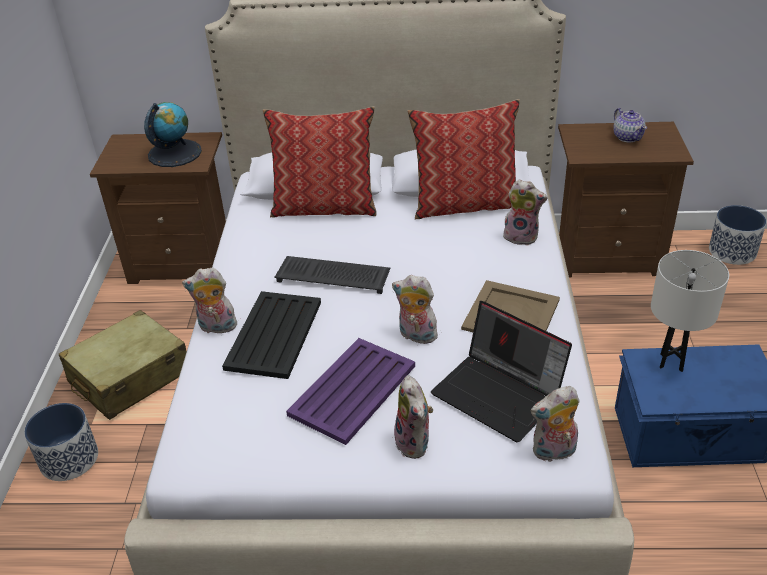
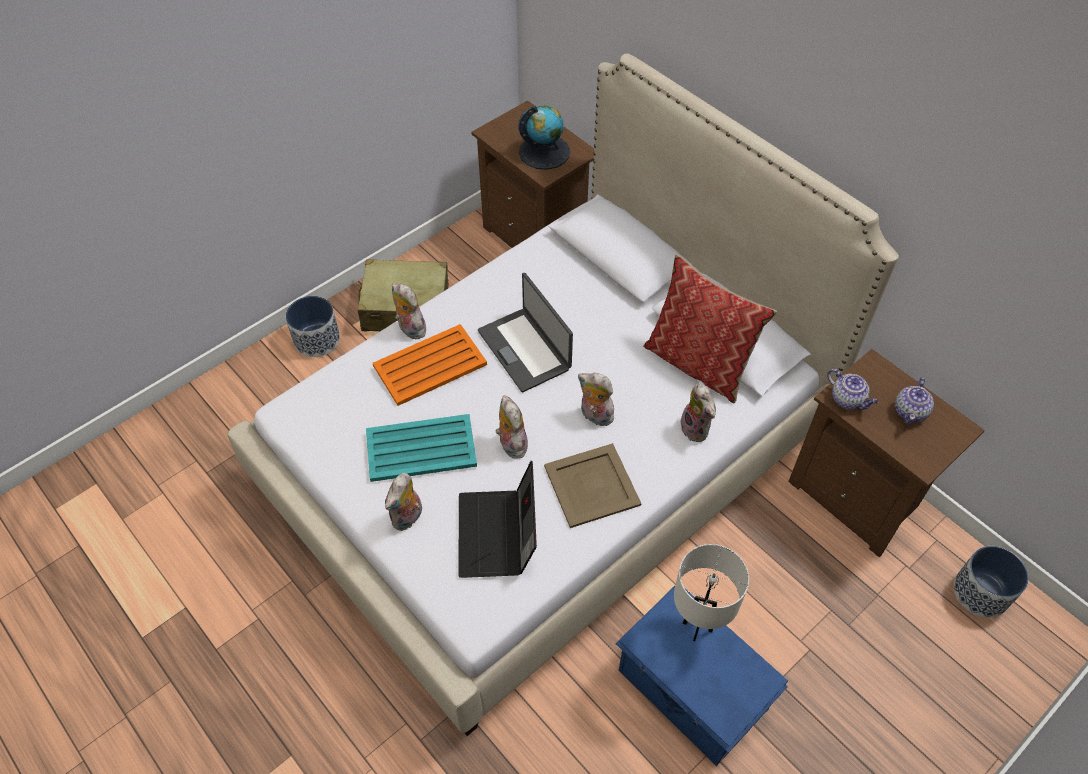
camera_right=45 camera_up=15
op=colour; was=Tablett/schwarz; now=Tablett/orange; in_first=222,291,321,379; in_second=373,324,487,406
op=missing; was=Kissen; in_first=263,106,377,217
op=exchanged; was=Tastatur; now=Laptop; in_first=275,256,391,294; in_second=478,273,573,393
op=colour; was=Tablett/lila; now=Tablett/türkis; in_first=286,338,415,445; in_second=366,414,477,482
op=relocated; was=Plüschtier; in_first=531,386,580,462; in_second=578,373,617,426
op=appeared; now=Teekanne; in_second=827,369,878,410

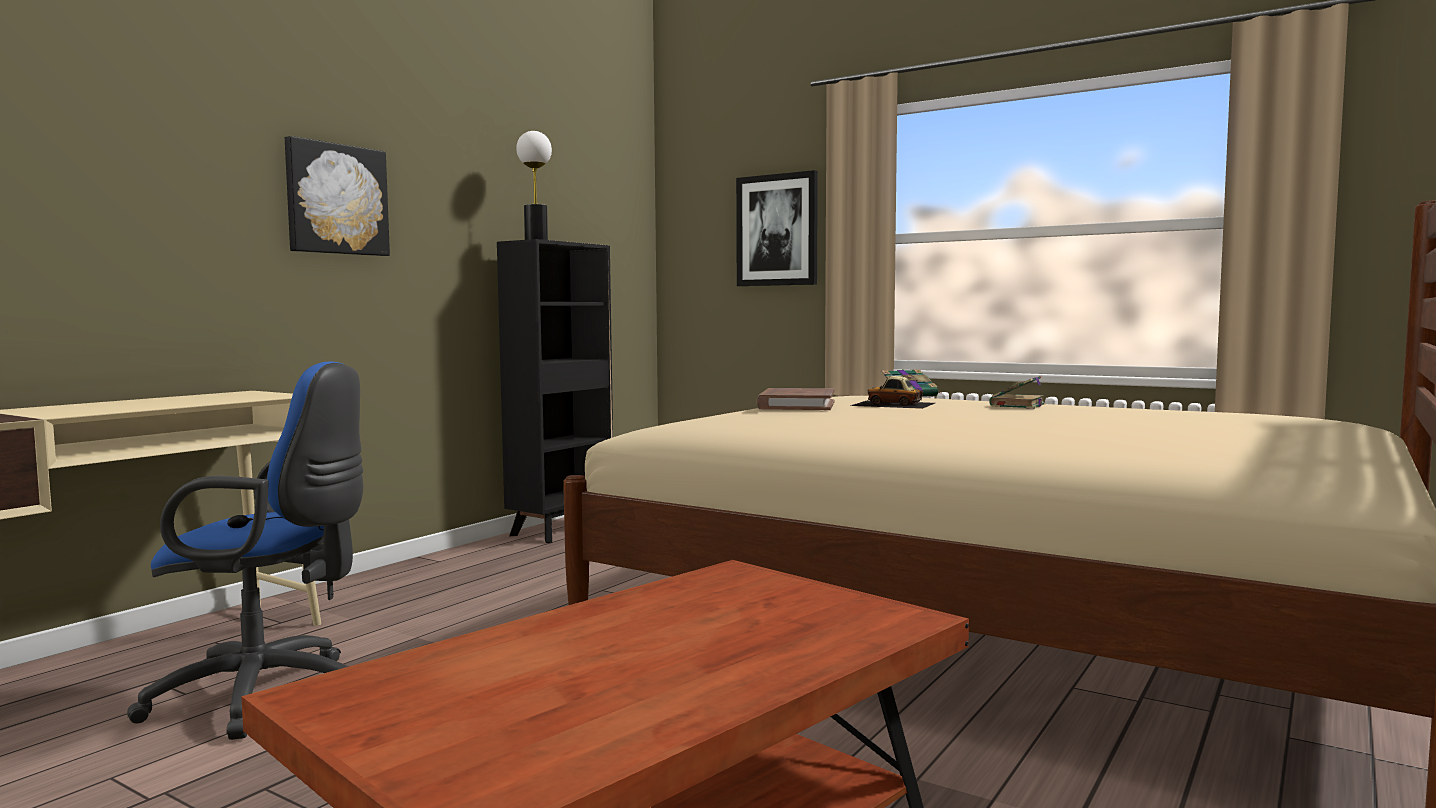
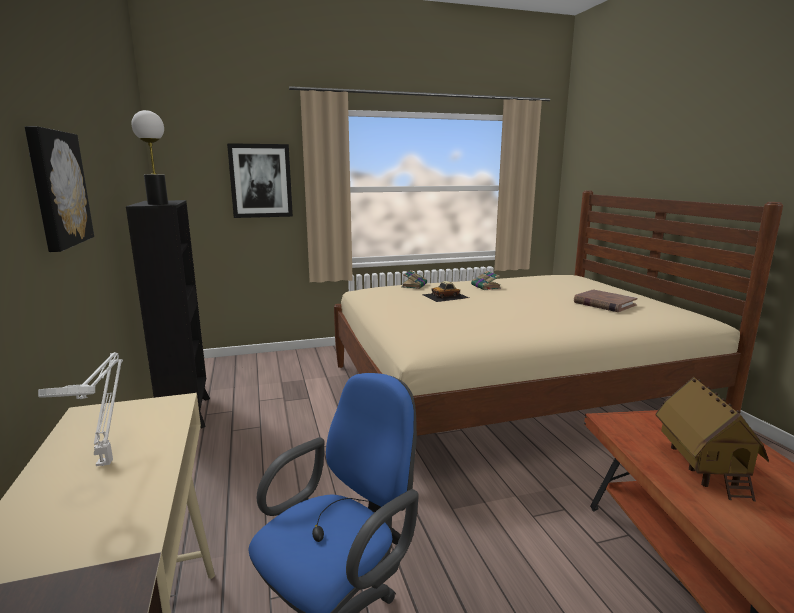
camera_right=-50 camera_up=10
op=relocated; was=Buch/braun; in_first=756,388,835,410; in_second=574,289,637,312
op=appeared; now=Tischlampe/weiß; in_second=38,352,123,466
op=appeared; now=Spielzeughaus; in_second=656,377,769,501

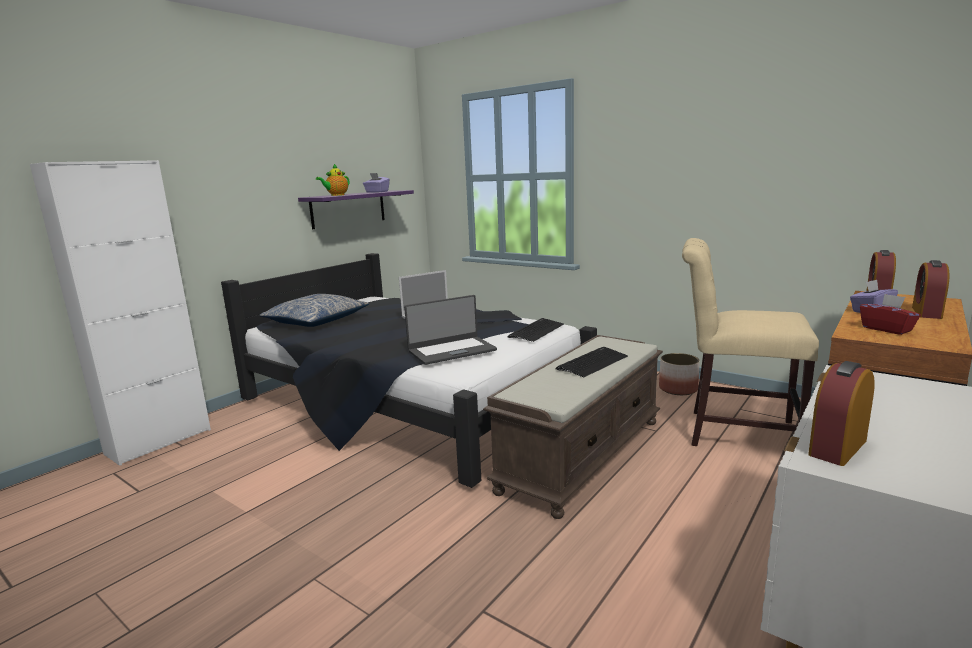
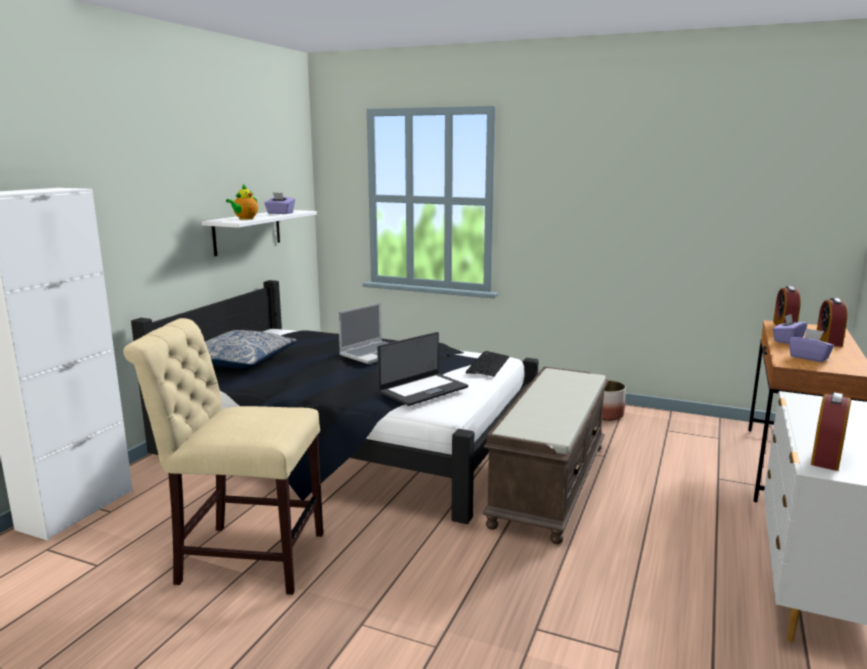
camera_right=-15 camera_up=0
op=colour; was=Wandregal/lila; now=Wandregal/weiß; in_first=298,190,414,229; in_second=202,210,317,256
op=missing; was=Tastatur; in_first=556,347,628,377
op=relocated; was=Stuhl/beige; in_first=682,238,819,446; in_second=123,318,323,595
op=colour; was=Taschentuchbox/rot; now=Taschentuchbox/lila; in_first=860,294,921,335; in_second=788,328,834,362

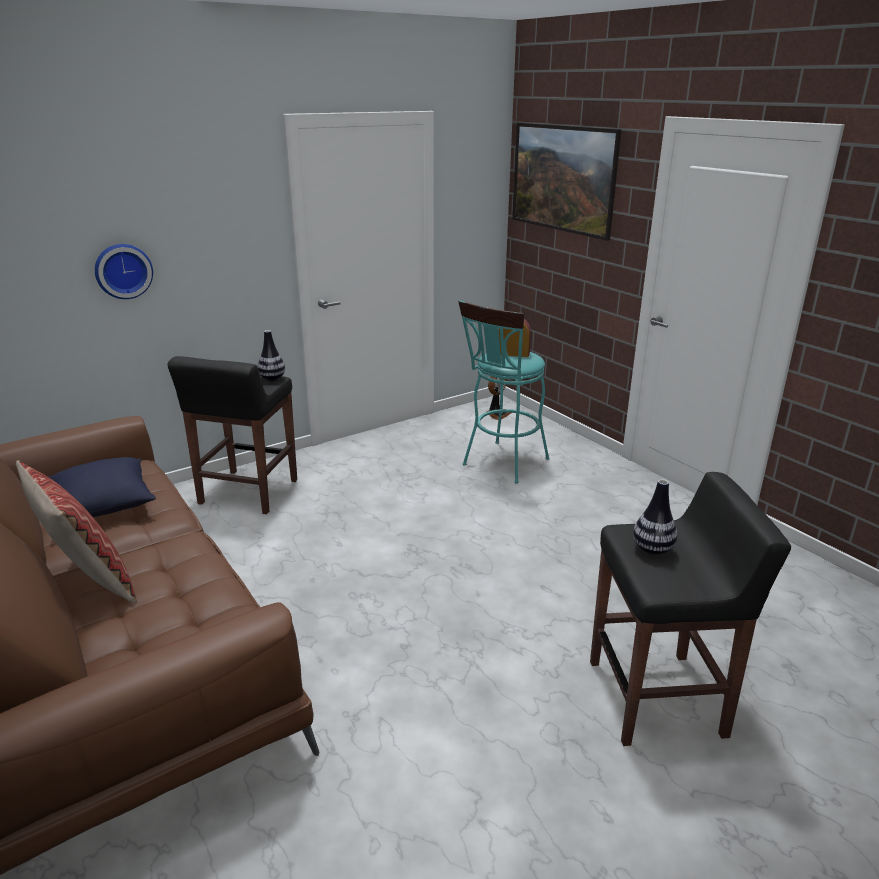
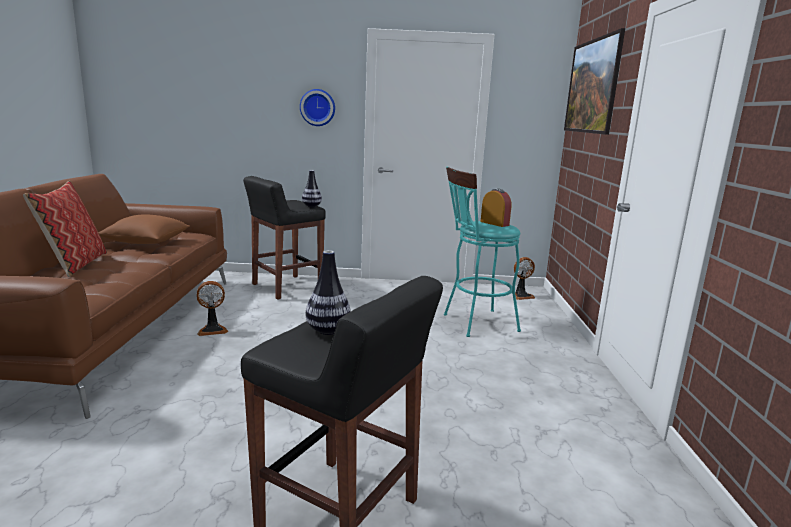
camera_right=35 camera_up=-10
op=colour; was=Kissen/blau; now=Kissen/braun; in_first=49,457,156,517; in_second=98,214,190,244
op=relocated; was=Wanduhr; in_first=95,244,153,299; in_second=300,89,335,126
op=appeared; now=Ventilator; in_second=197,281,228,336

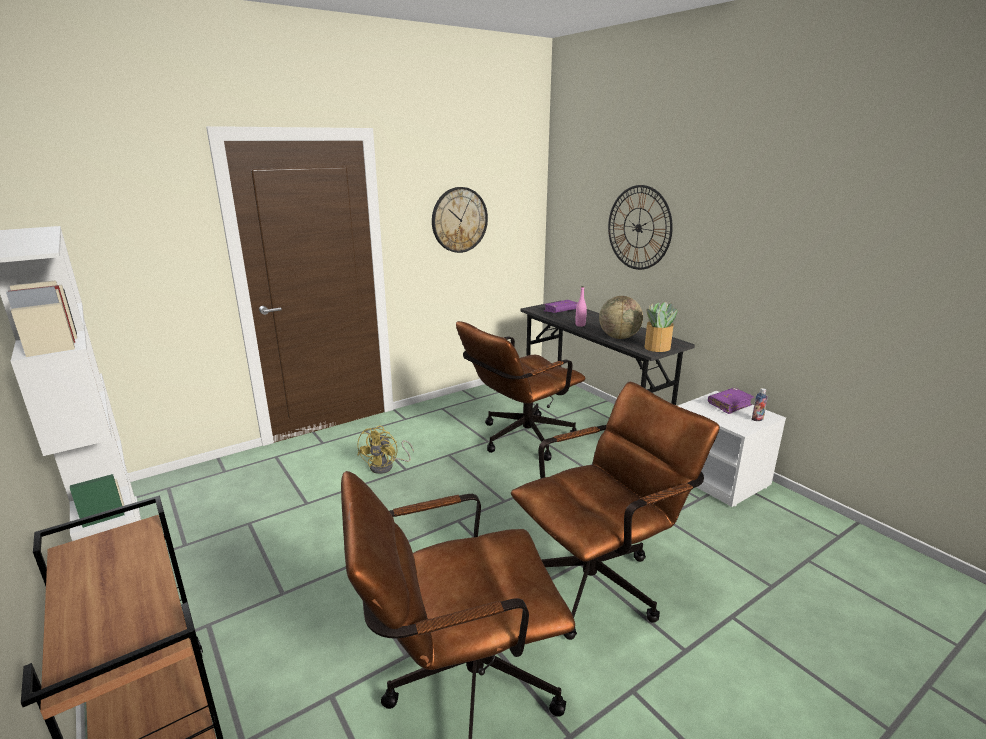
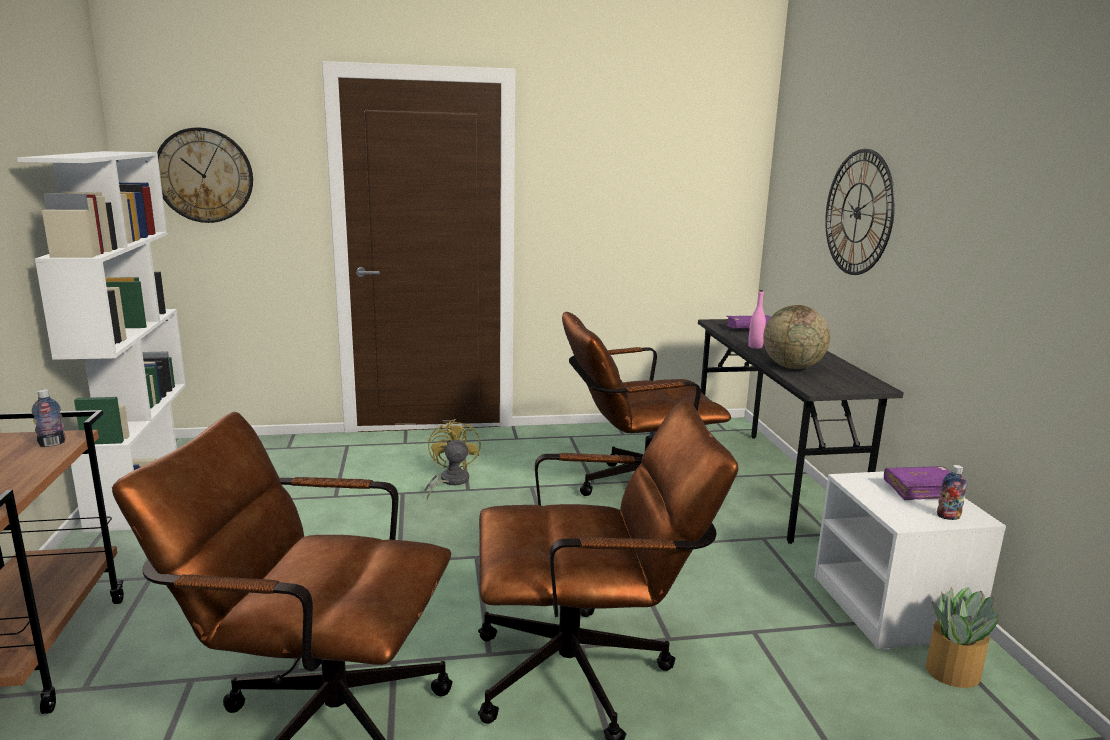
camera_right=25 camera_up=-5
op=spun; was=Ventilator/gelb; in_first=357,426,414,474; in_second=424,419,481,500; clockwise=135
op=relocated; was=Wanduhr; in_first=432,187,488,253; in_second=157,127,253,223
op=relocated; was=Topfpflanze; in_first=644,302,678,352; in_second=926,587,999,688
op=appeared; now=Flasche; in_second=32,389,66,447

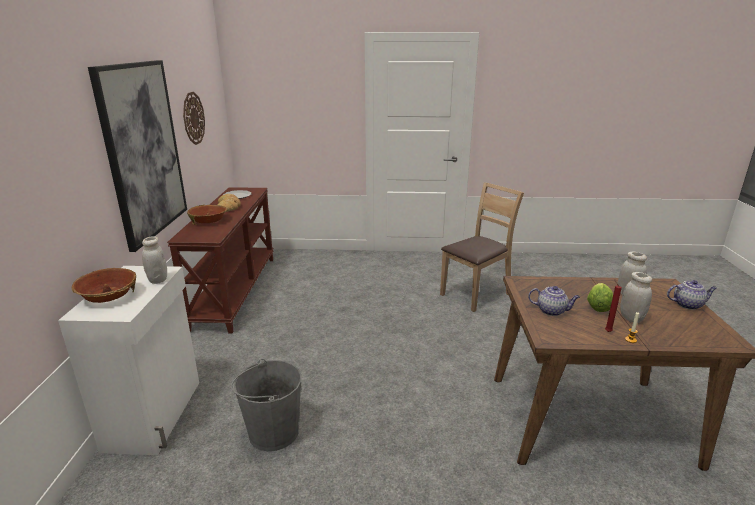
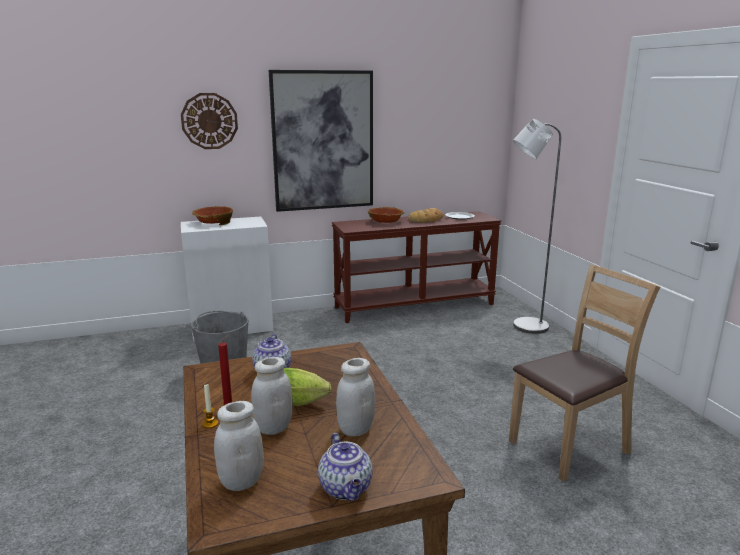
camera_right=70 camera_up=-5
op=relocated; was=Vorratsglas/weiß; in_first=142,236,167,284; in_second=214,401,264,491
op=relocated; was=Wanduhr; in_first=183,92,205,145; in_second=181,93,238,149
op=spun; was=Stuhl/braun; in_first=440,182,524,312; in_second=509,264,660,482; clockwise=-60
op=appeared; now=Stehlampe/grau; in_second=513,119,561,334

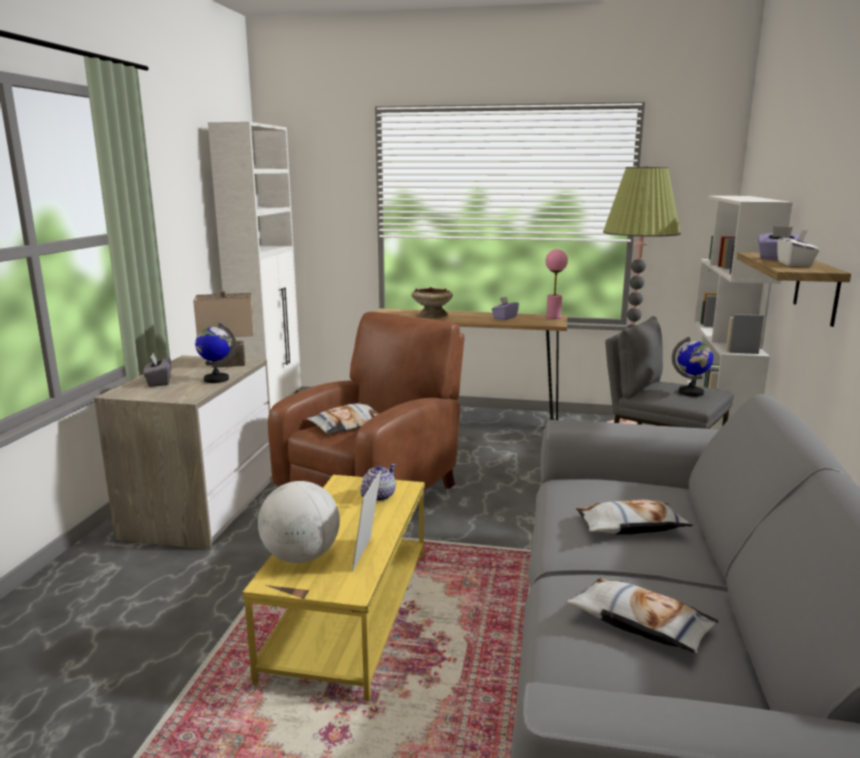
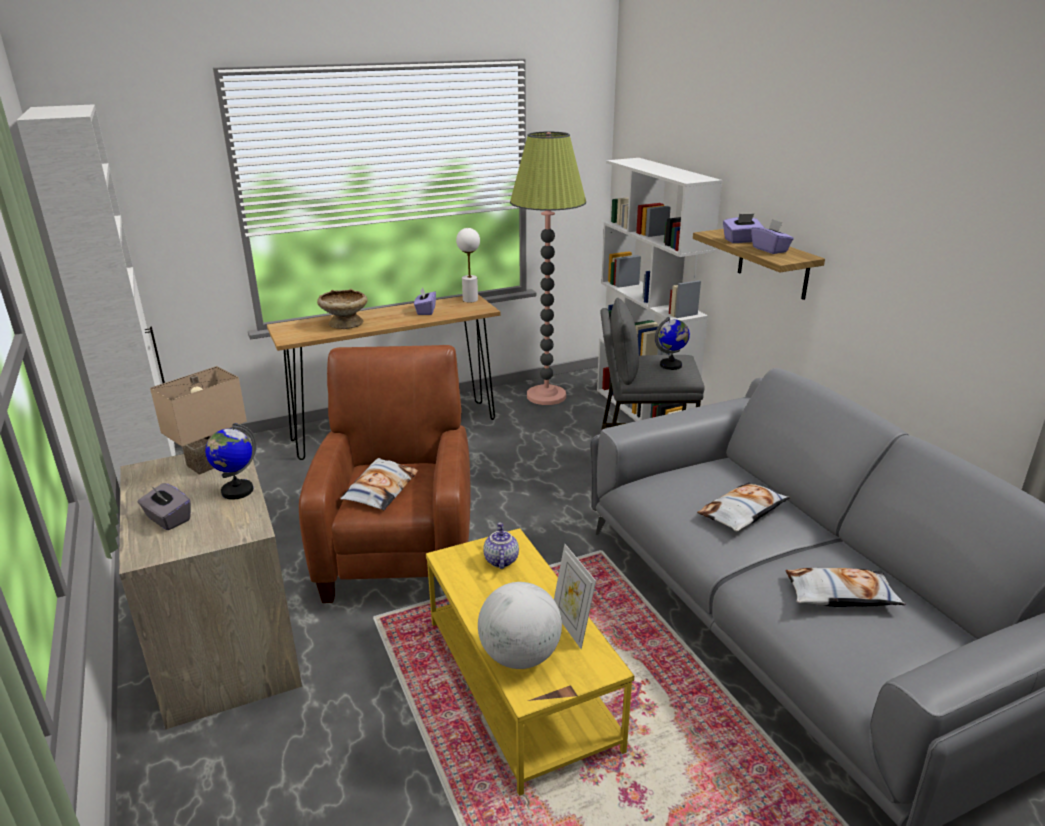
camera_right=-35 camera_up=10
op=colour; was=Tischlampe/rosa; now=Tischlampe/weiß; in_first=545,249,568,319; in_second=456,228,480,303
op=colour; was=Taschentuchbox/weiß; now=Taschentuchbox/lila; in_first=777,230,820,266; in_second=751,219,794,254

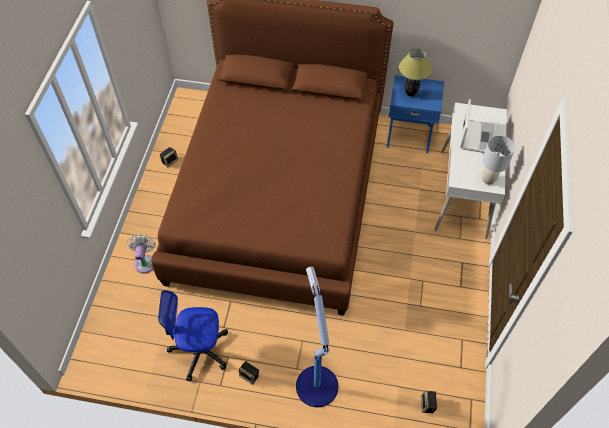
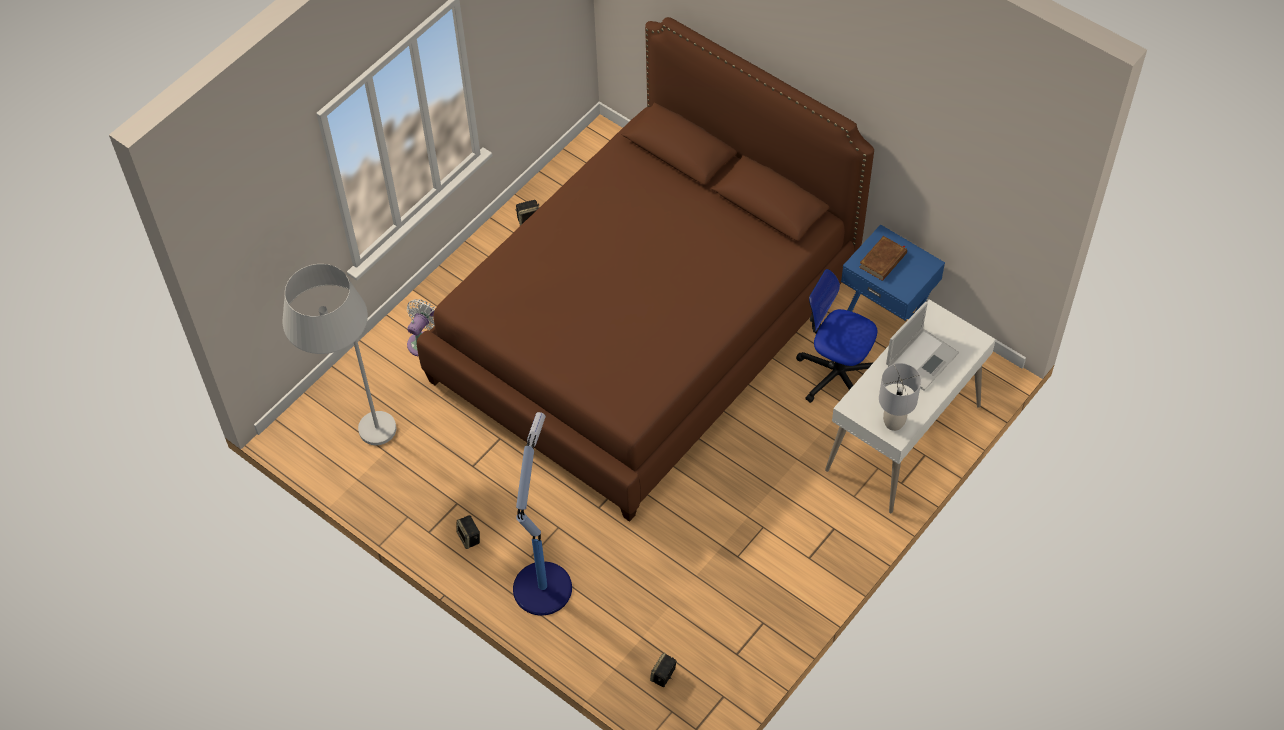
camera_right=30 camera_up=0
op=relocated; was=Bürostuhl; in_first=158,290,228,382; in_second=796,269,877,403
op=exchanged; was=Tischlampe; now=Buch/braun; in_first=399,48,432,96; in_second=859,236,907,281
op=appeared; now=Stehlampe/weiß; in_second=283,264,396,445

